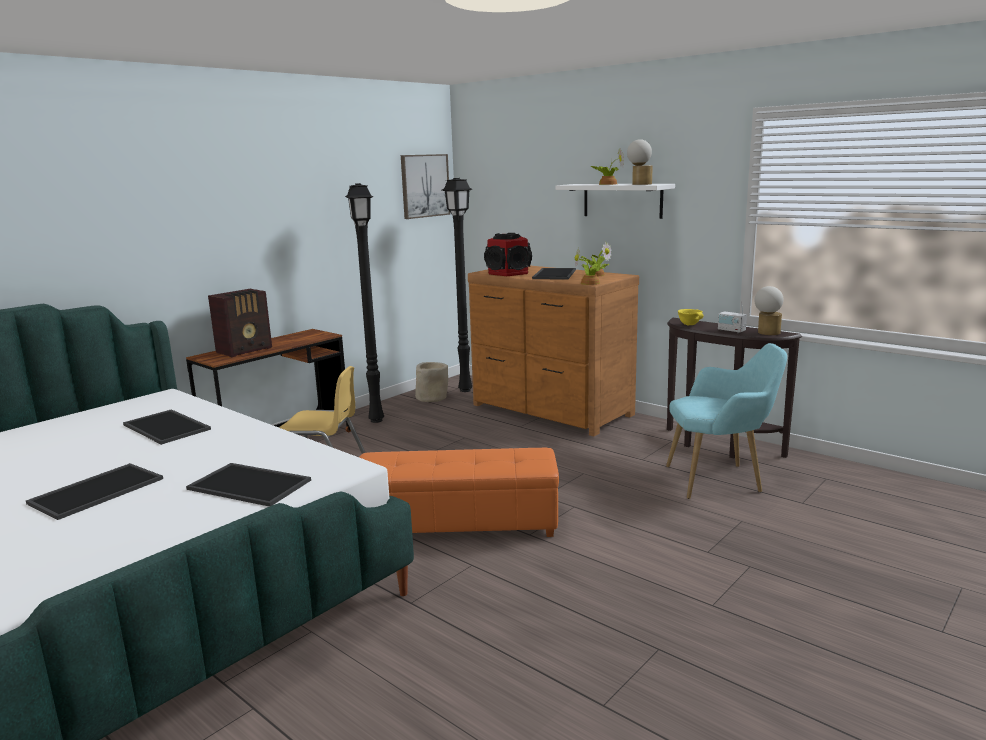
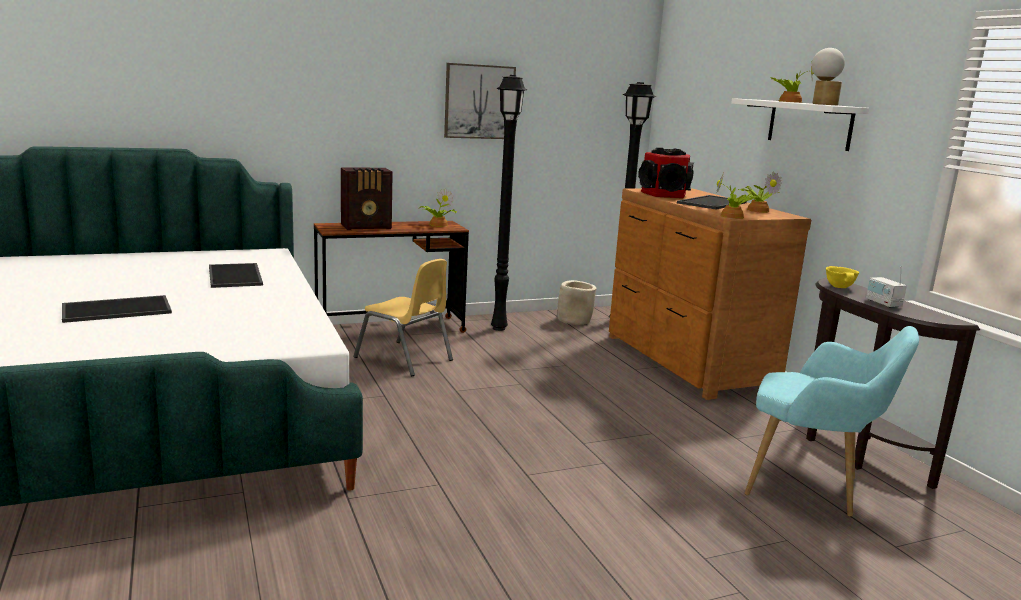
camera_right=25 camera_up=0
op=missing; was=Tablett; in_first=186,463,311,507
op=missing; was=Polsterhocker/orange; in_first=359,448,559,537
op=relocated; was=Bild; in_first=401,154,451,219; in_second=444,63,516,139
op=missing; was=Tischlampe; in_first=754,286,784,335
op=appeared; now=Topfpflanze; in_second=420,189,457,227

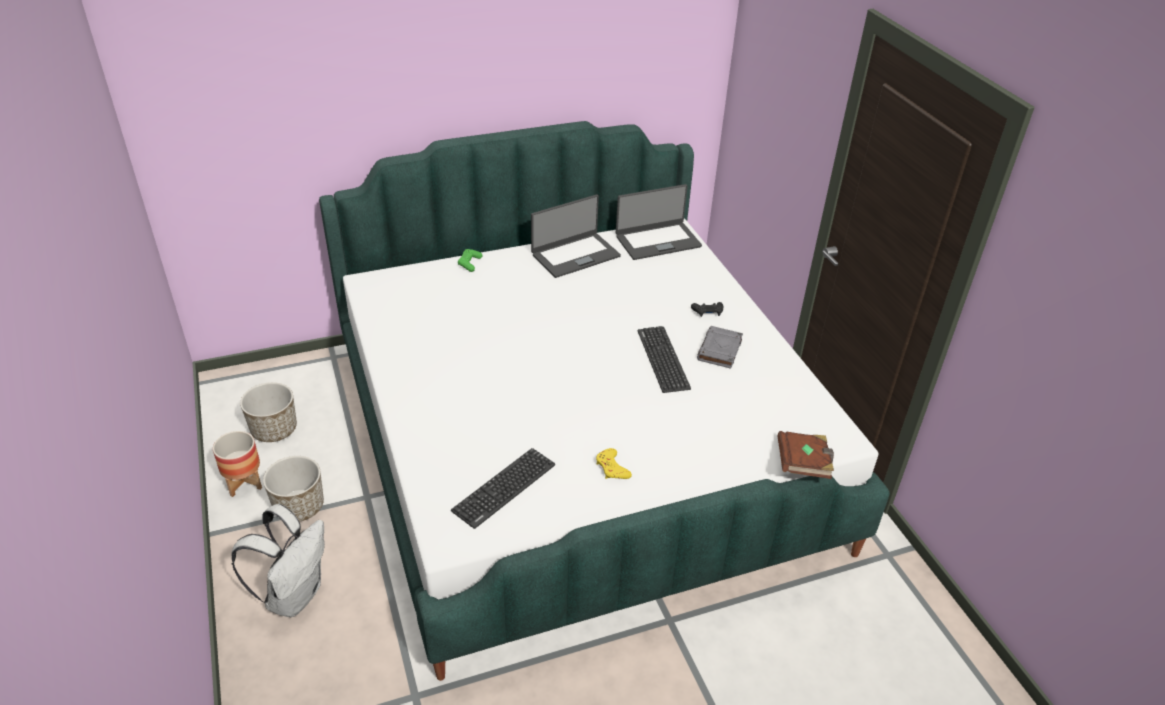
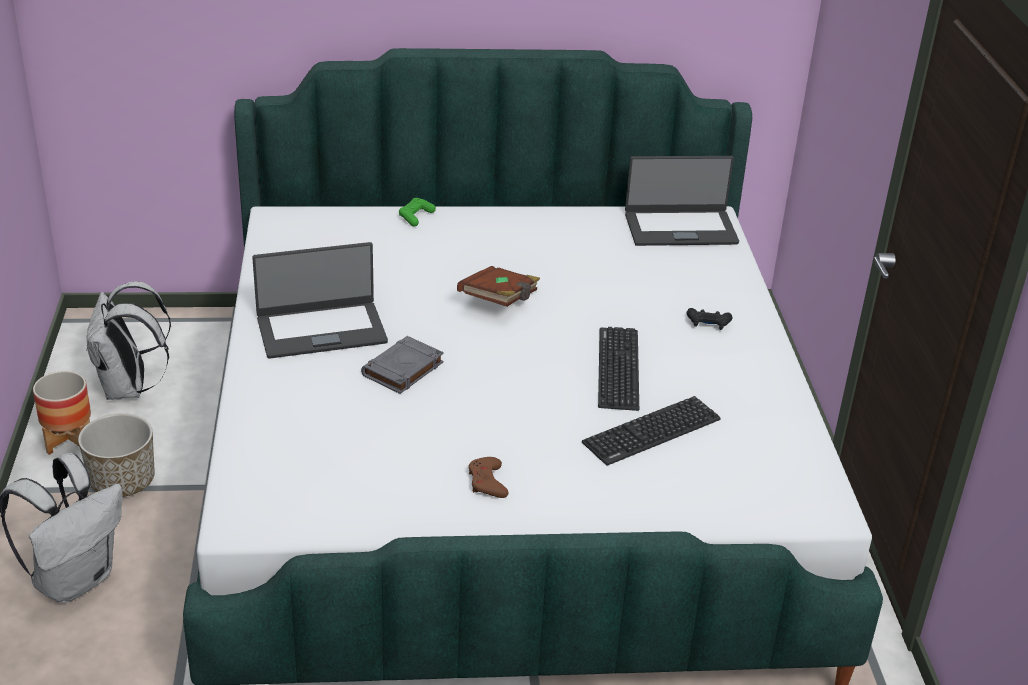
camera_right=15 camera_up=-5
op=exchanged; was=Pflanzkübel; now=Rucksack/weiß; in_first=240,382,297,442; in_second=86,281,171,400
op=relocated; was=Tastatur; in_first=451,448,555,529; in_second=582,396,721,466
op=relocated; was=Laptop; in_first=531,195,621,278; in_second=252,242,388,359
op=colour; was=Gamepad/gelb; now=Gamepad/braun; in_first=596,448,632,479; in_second=469,457,509,498
op=relocated; was=Buch/grau; in_first=697,326,743,369; in_second=361,336,444,394
op=relocated; was=Buch/braun; in_first=778,431,834,479; in_second=457,266,540,307

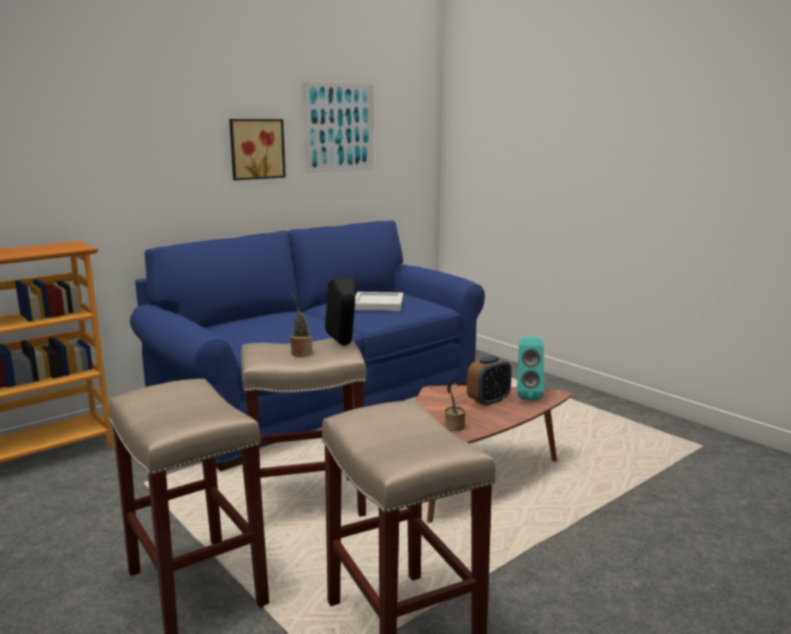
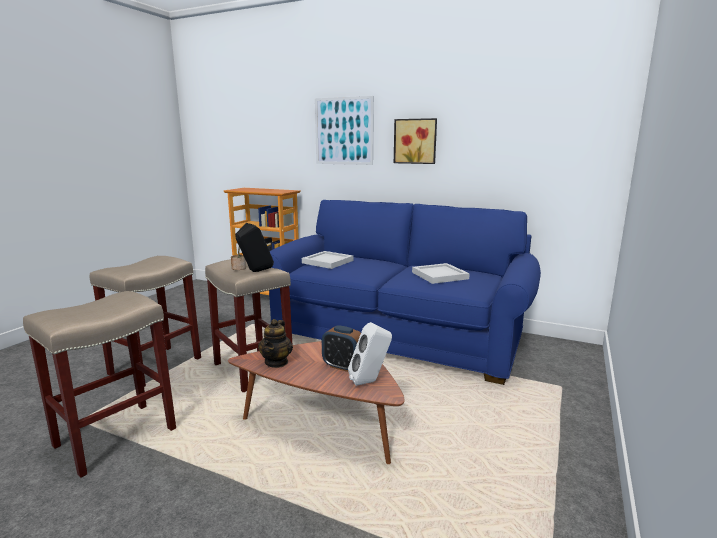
camera_right=65 camera_up=0
op=relocated; was=Bild; in_first=302,81,374,173; in_second=315,96,374,165
op=exchanged; was=Topfpflanze; now=Teekanne; in_first=445,378,465,431; in_second=258,319,293,368
op=colour; was=Lautsprecher/türkis; now=Lautsprecher/weiß; in_first=517,337,544,401; in_second=348,322,392,386
op=appeared; now=Tablett/weiß; in_second=302,251,353,269

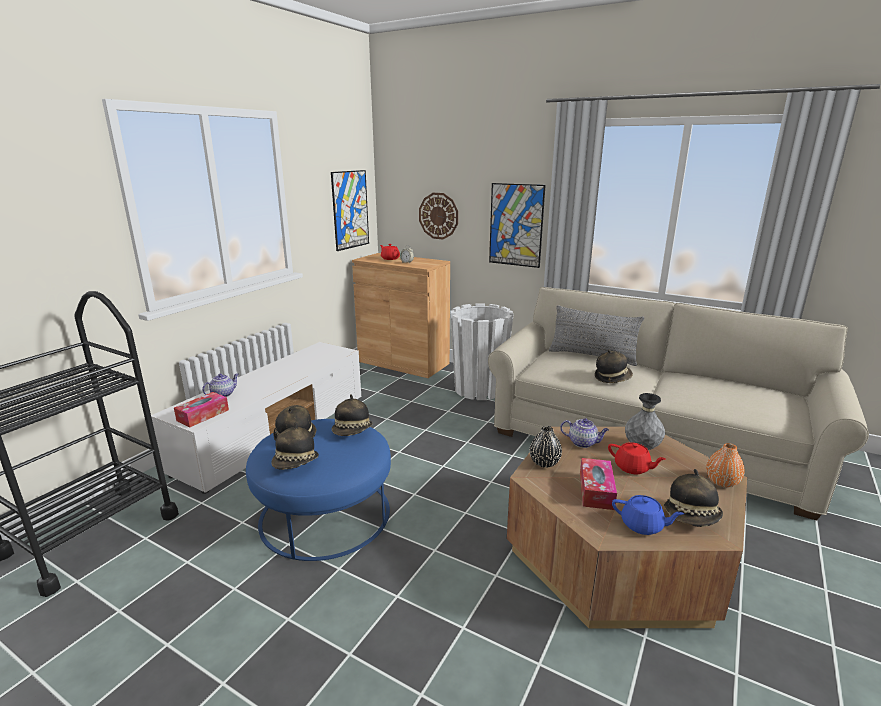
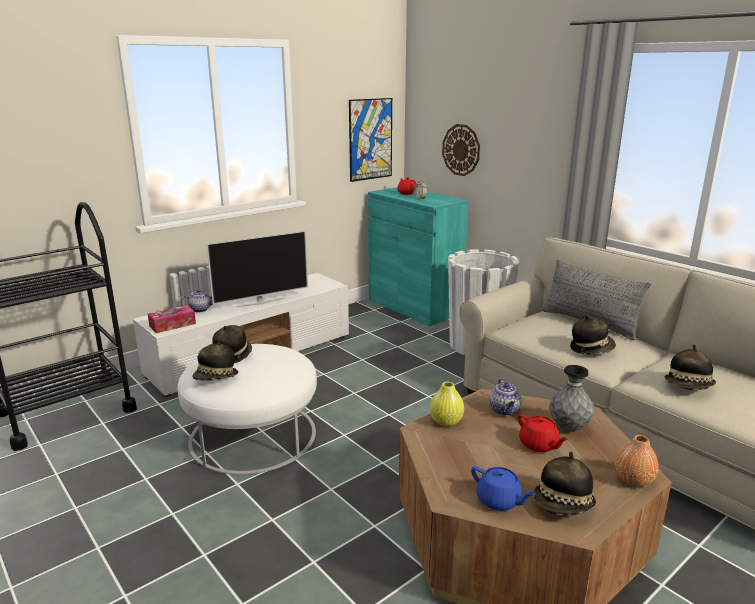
camera_right=20 camera_up=0
op=colour; was=Polsterhocker/blau; now=Polsterhocker/weiß; in_first=246,419,391,561; in_second=178,344,317,475
op=relocated; was=Hut; in_first=332,394,373,436; in_second=665,345,716,390
op=colour; was=Schrank/braun; now=Schrank/türkis; in_first=352,253,450,378; in_second=368,187,469,326
op=missing; was=Bild; in_first=489,183,546,268
op=colour; was=Vase/schwarz; now=Vase/gelb; in_first=530,426,562,468; in_second=430,382,464,426
op=spun; was=Teekanne; in_first=560,418,609,448; in_second=489,379,522,415; clockwise=45
op=missing; was=Taschentuchbox; in_first=580,458,617,510
op=appeared; now=Fernseher; in_second=206,231,308,307

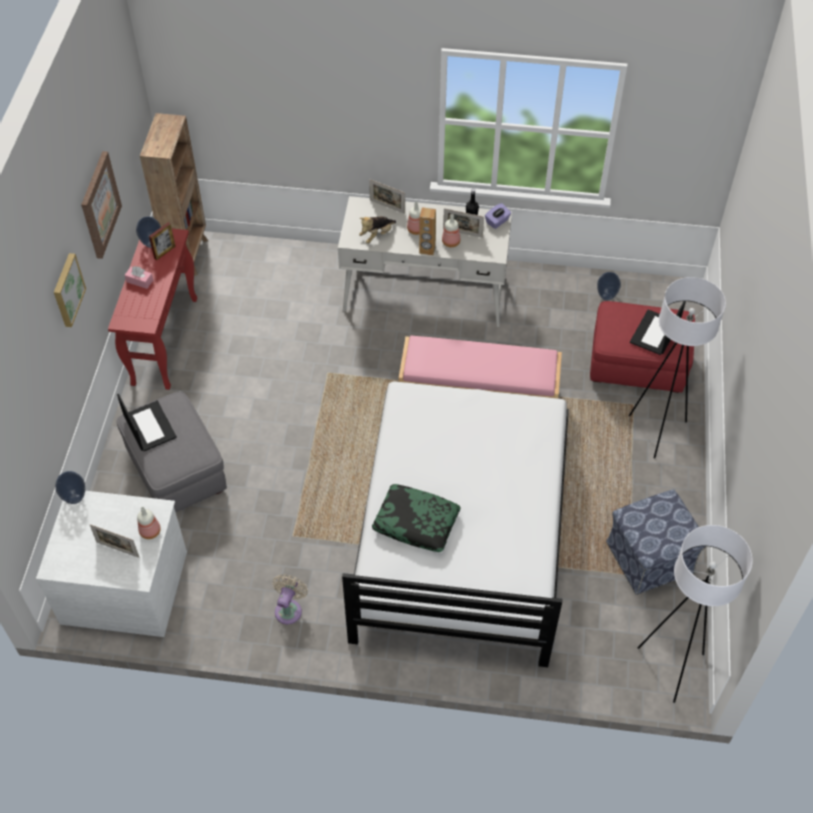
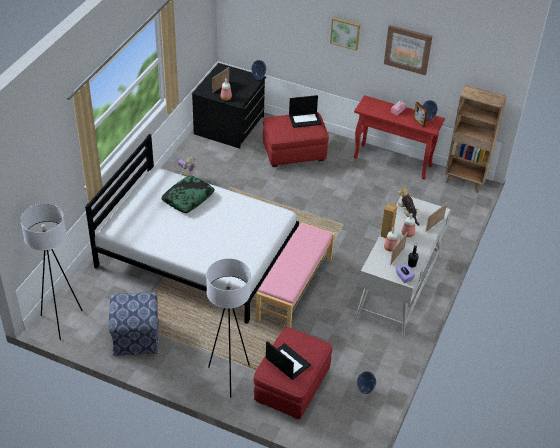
camera_right=105 camera_up=-10
op=colour; was=Kommode/weiß; now=Kommode/schwarz; in_first=36,491,187,637; in_second=192,63,266,149
op=colour; was=Polsterhocker/grau; now=Polsterhocker/rot; in_first=117,391,227,512; in_second=263,112,329,167

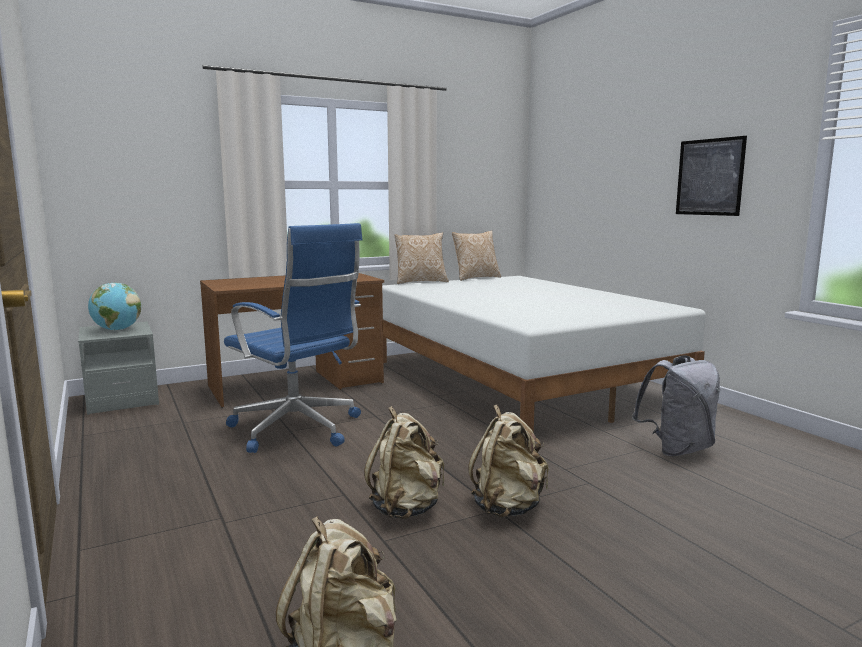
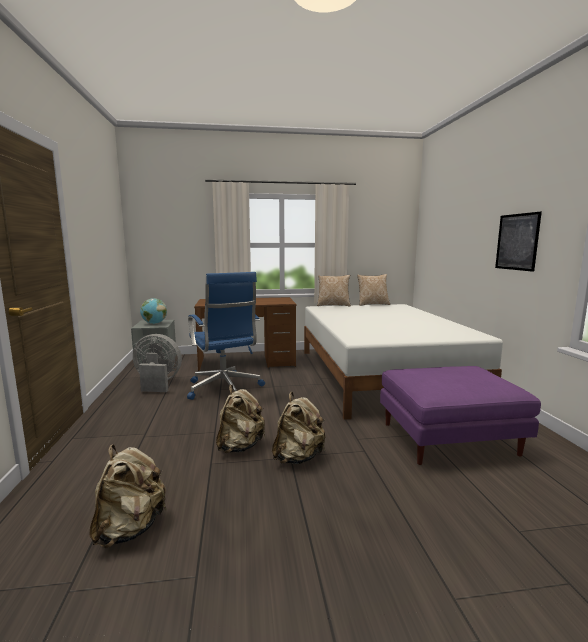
camera_right=20 camera_up=0
op=exchanged; was=Rucksack/grau; now=Polsterhocker/lila; in_first=632,355,720,456; in_second=380,366,541,465
op=appeared; now=Ventilator/grau; in_second=133,334,182,392

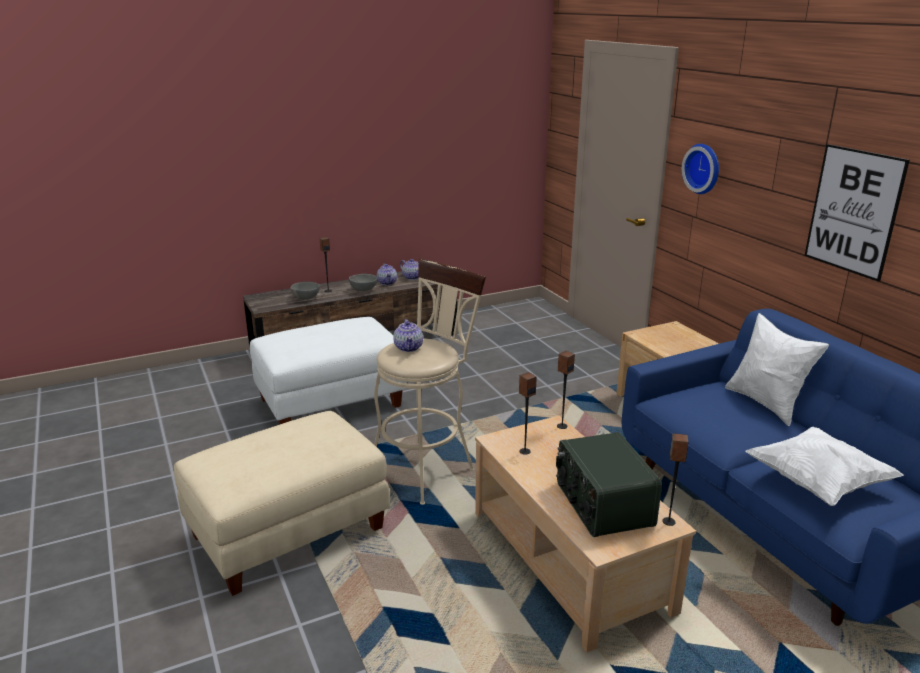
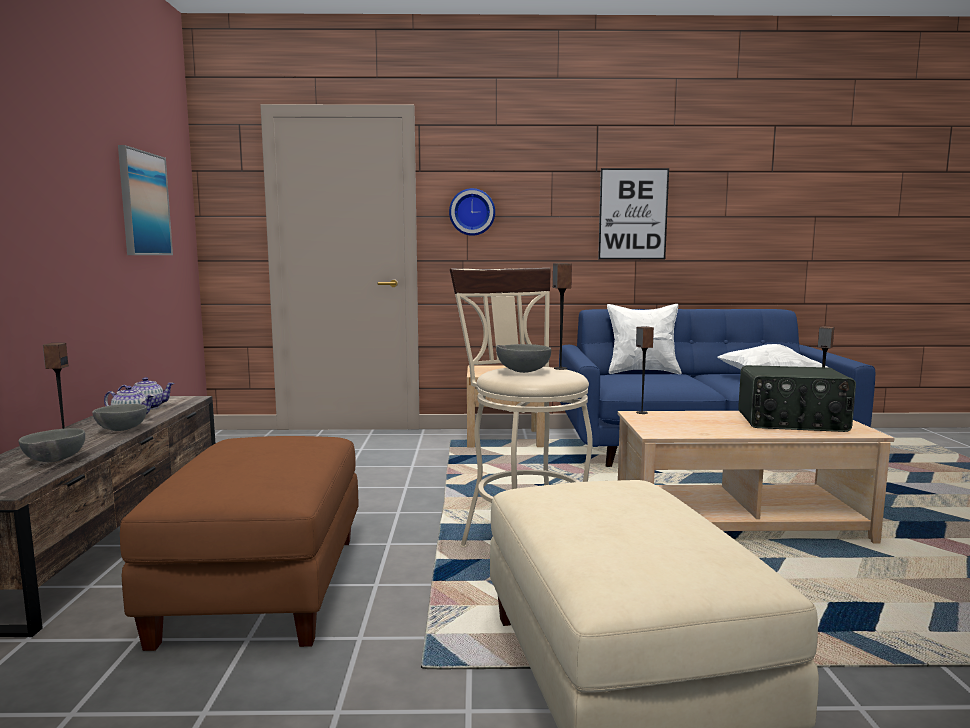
camera_right=-65 camera_up=-15
op=colour; was=Polsterhocker/weiß; now=Polsterhocker/braun; in_first=250,317,407,425; in_second=120,436,359,651
op=exchanged; was=Teekanne; now=Schüssel/grau; in_first=393,319,423,352; in_second=496,344,551,373
op=relocated; was=Lautsprecher; in_first=519,372,537,455; in_second=553,263,572,370
op=appeared; now=Bild; in_second=118,145,173,255

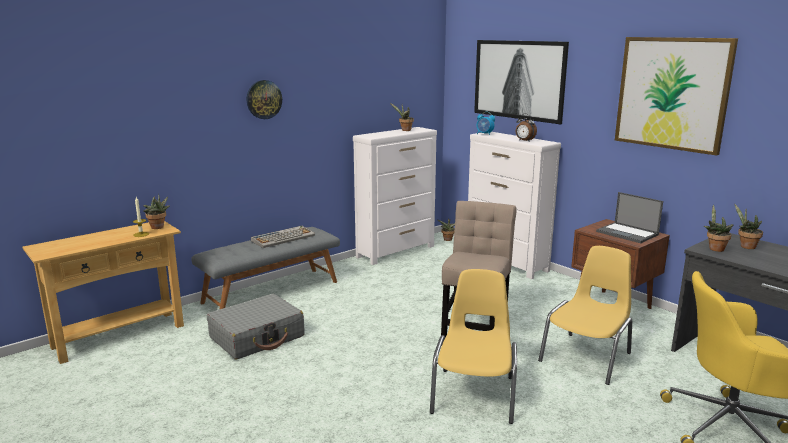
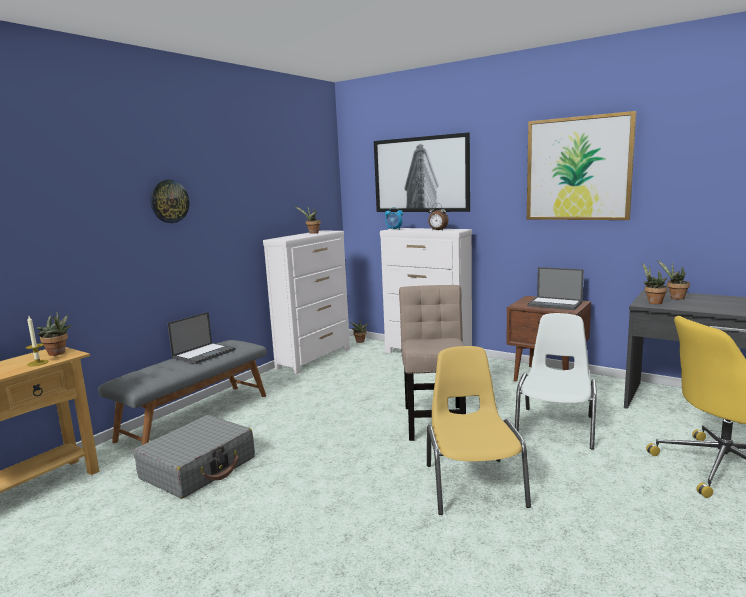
camera_right=-15 camera_up=-5
op=exchanged; was=Tastatur; now=Laptop; in_first=251,226,315,248; in_second=167,312,236,364
op=colour; was=Stuhl/gelb; now=Stuhl/weiß; in_first=538,246,632,385; in_second=515,313,597,450

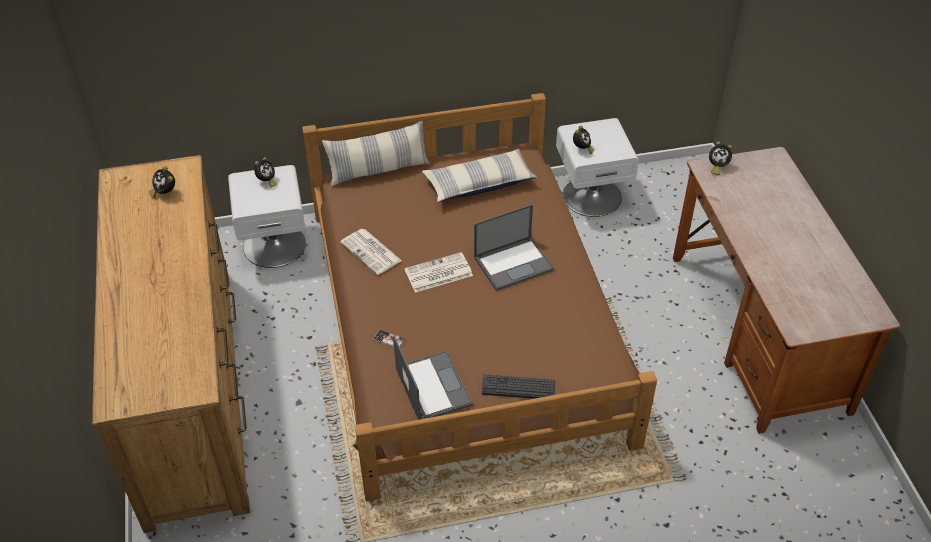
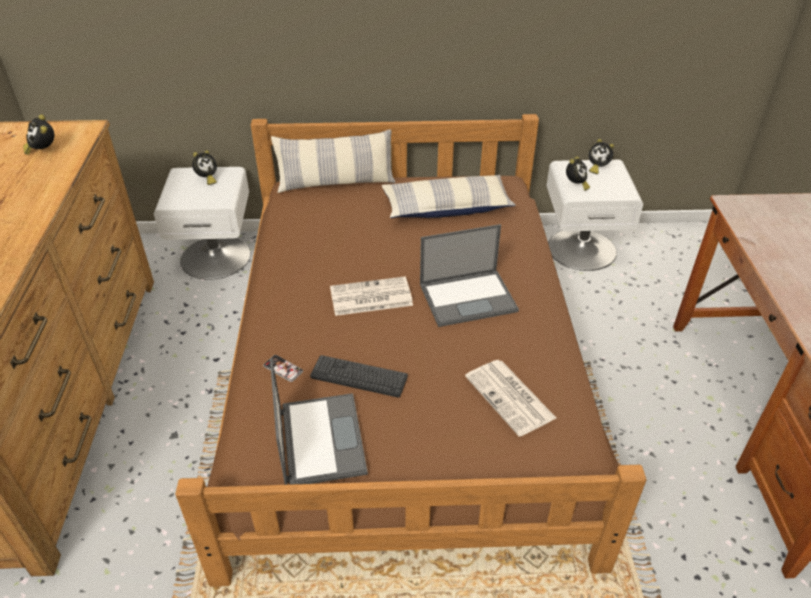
camera_right=10 camera_up=-5
op=relocated; was=Zeitung; in_first=340,229,402,275; in_second=465,360,556,437
op=relocated; was=Tastatur; in_first=482,375,555,399; in_second=310,355,408,398
op=relocated; was=Wecker; in_first=709,141,732,175; in_second=589,139,614,174

